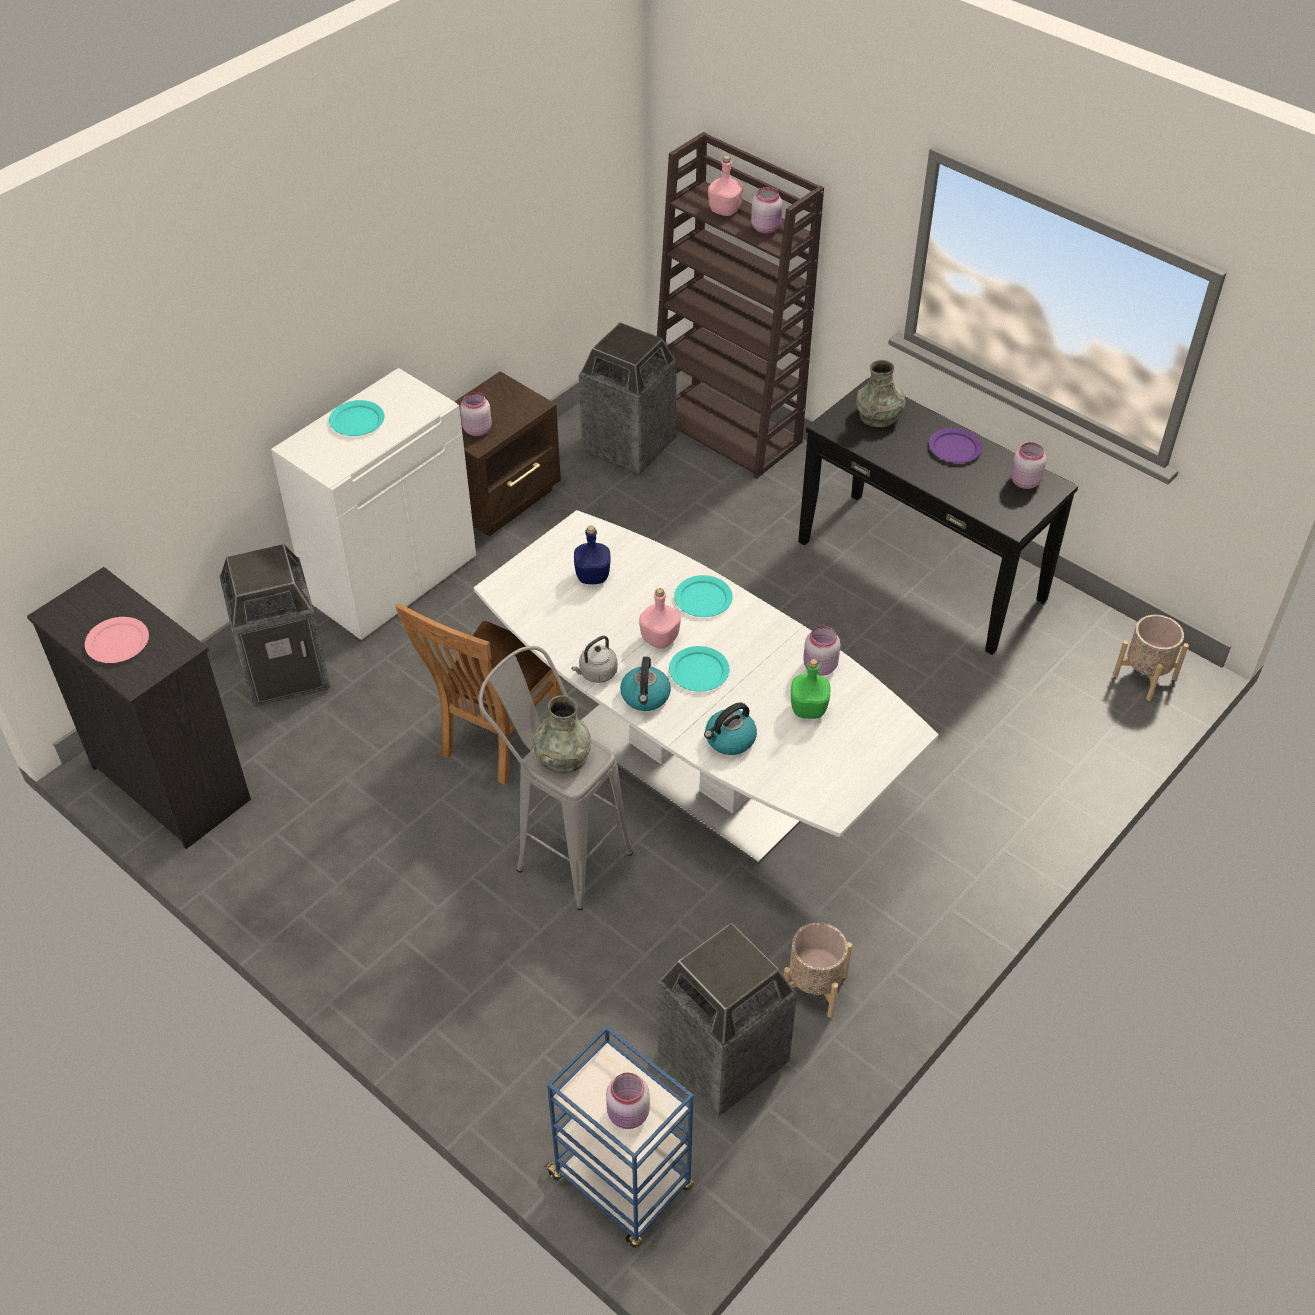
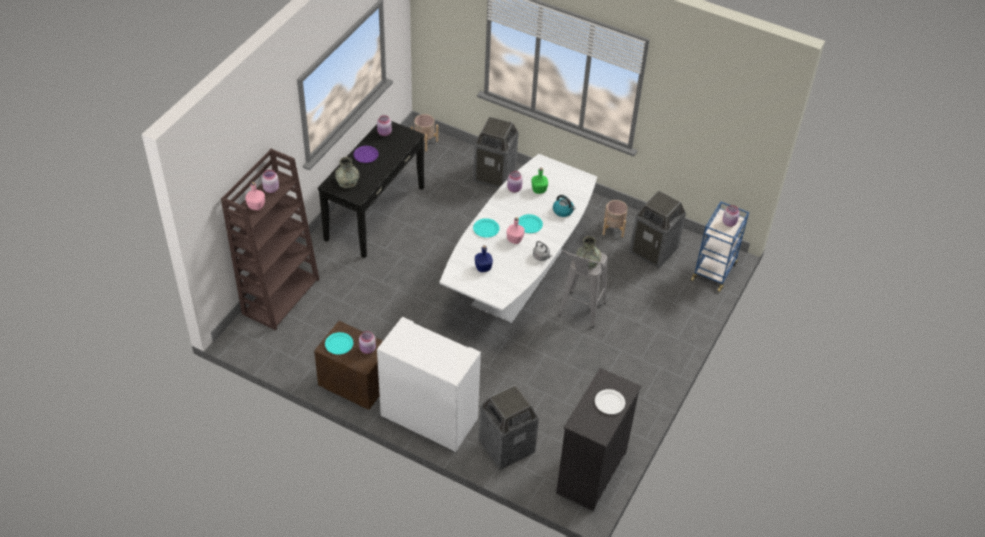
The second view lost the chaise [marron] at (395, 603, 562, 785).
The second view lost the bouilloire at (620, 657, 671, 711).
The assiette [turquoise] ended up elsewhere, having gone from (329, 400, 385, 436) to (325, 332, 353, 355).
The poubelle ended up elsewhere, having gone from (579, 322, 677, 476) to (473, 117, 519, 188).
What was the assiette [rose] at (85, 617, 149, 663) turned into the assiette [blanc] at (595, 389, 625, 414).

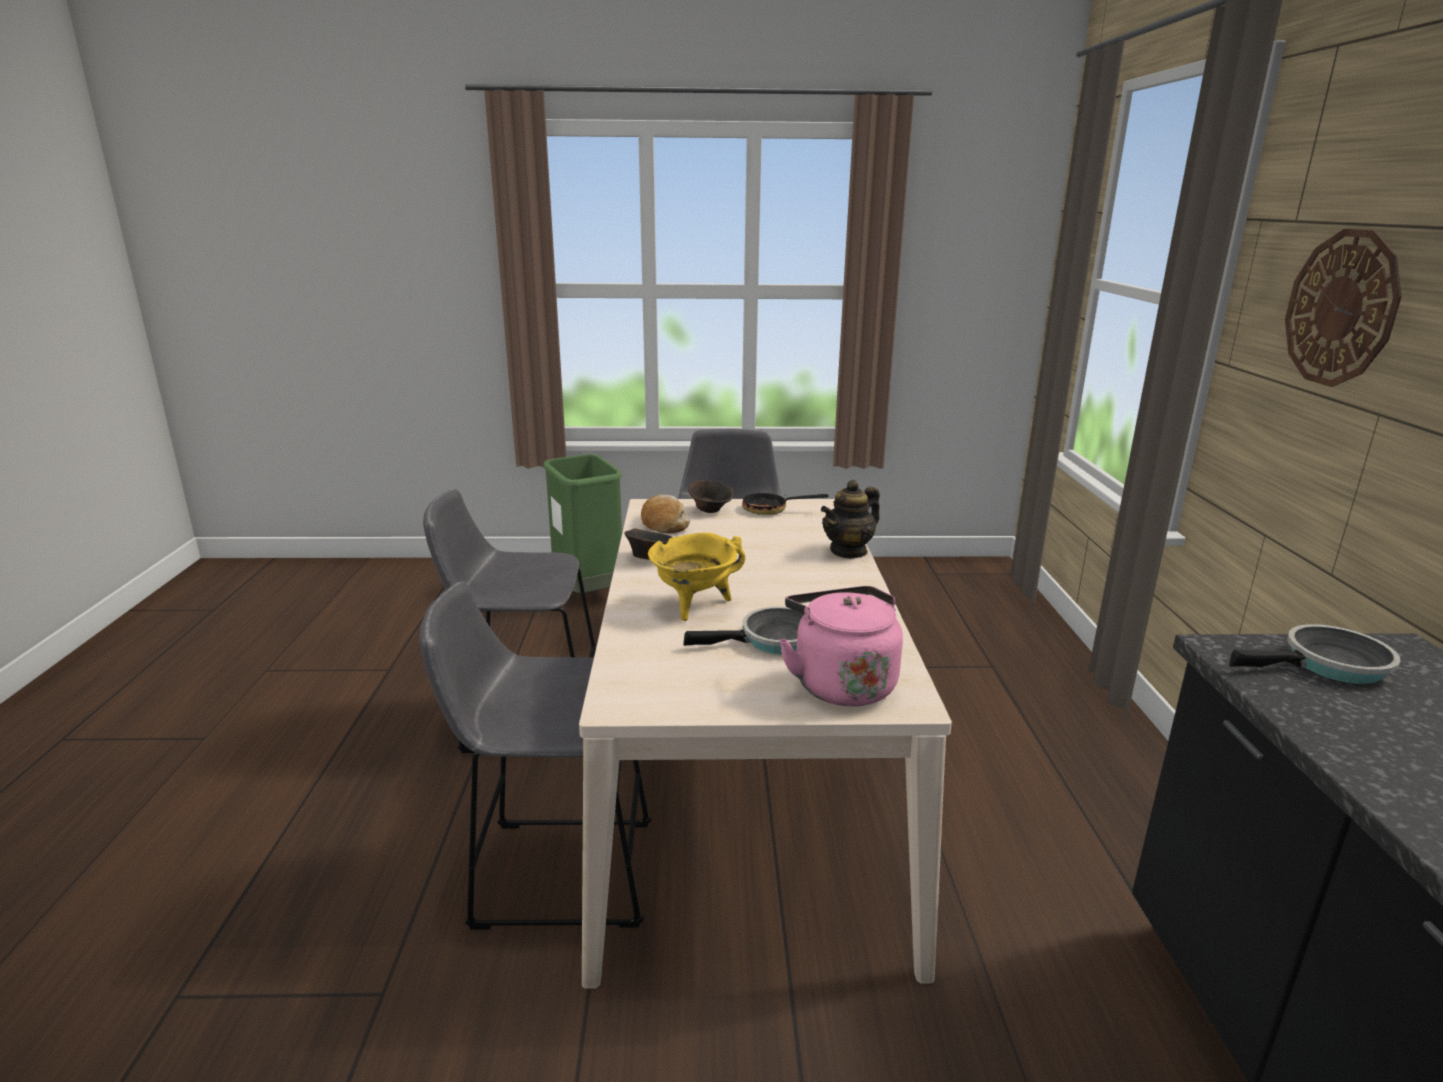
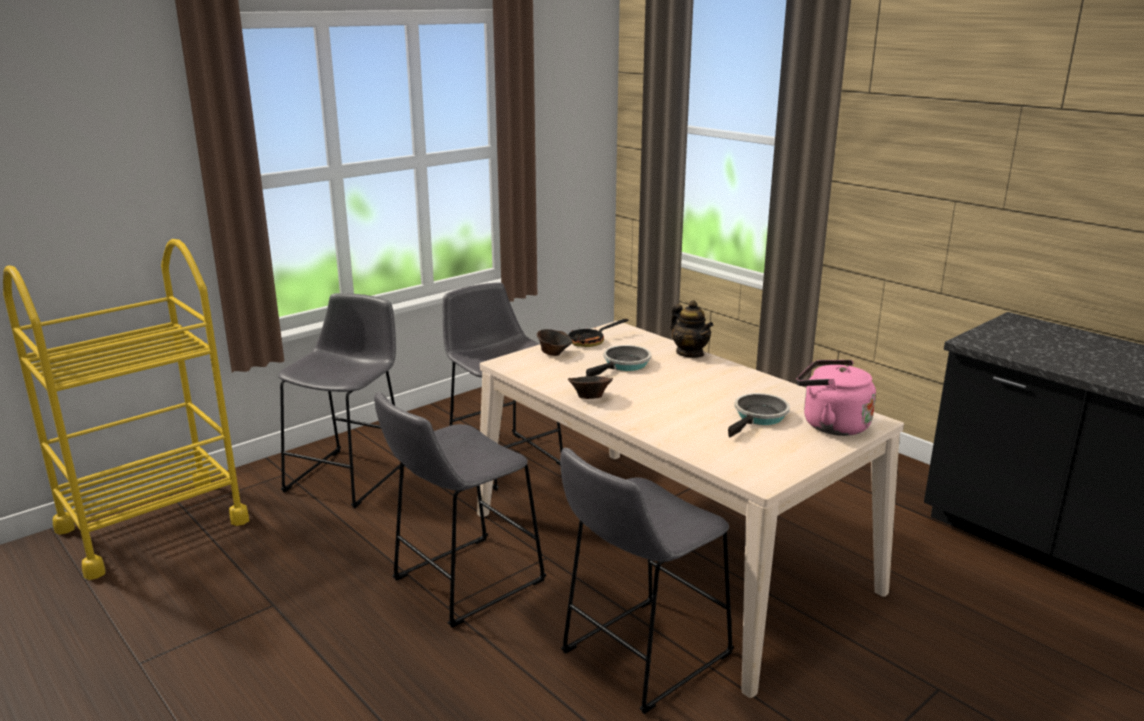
The second view lost the pain at (641, 494, 690, 534).
The second view lost the marmite [jaune] at (648, 532, 745, 621).
The second view lost the horloge murale at (1285, 229, 1402, 387).
The second view gained the chariot [jaune] at (3, 239, 249, 580).
The poêle ended up elsewhere, having gone from (1229, 624, 1401, 684) to (586, 345, 651, 376).
Where the poubelle [vert] stood at (543, 454, 622, 593), the tabouret [gris] came to stand at (278, 293, 400, 508).
The théière at (821, 480, 880, 559) ended up facing another way, 45 degrees counterclockwise from before.

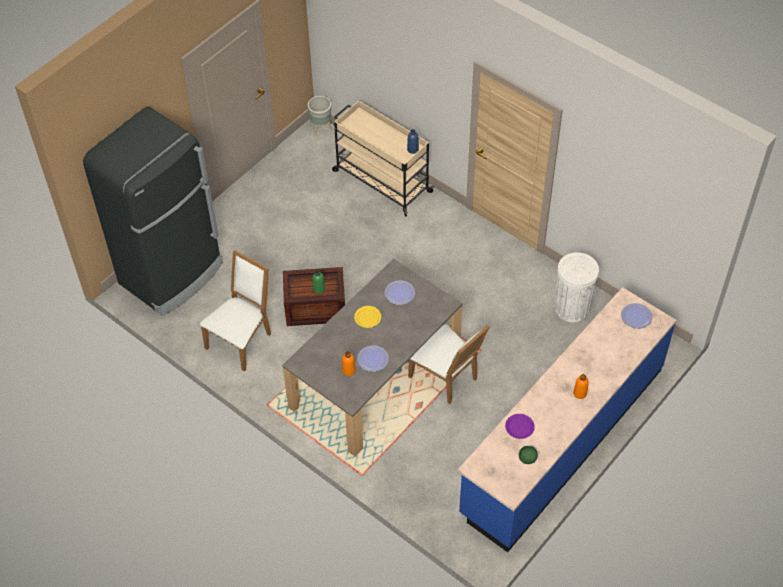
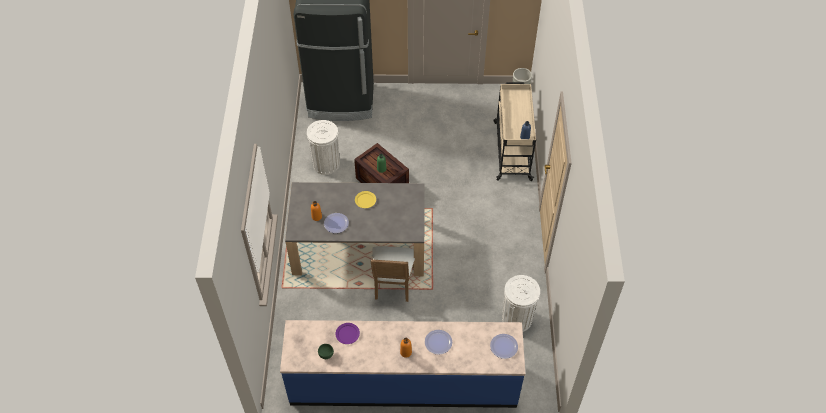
The assiette ended up elsewhere, having gone from (385, 280, 415, 305) to (425, 330, 452, 355).
Where the chaise [blanc] stood at (200, 250, 271, 372), the poubelle [blanc] came to stand at (307, 120, 340, 175).

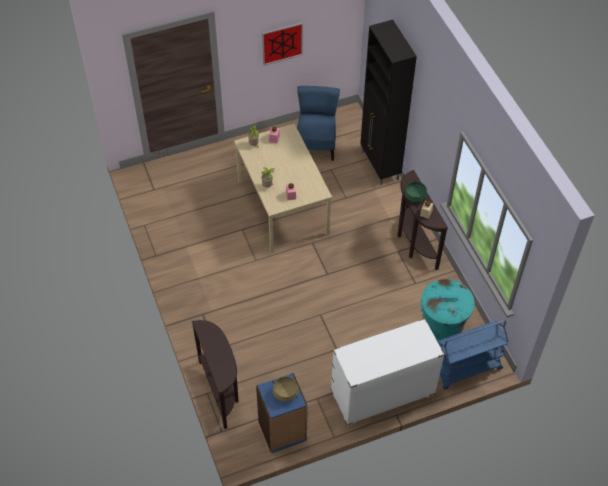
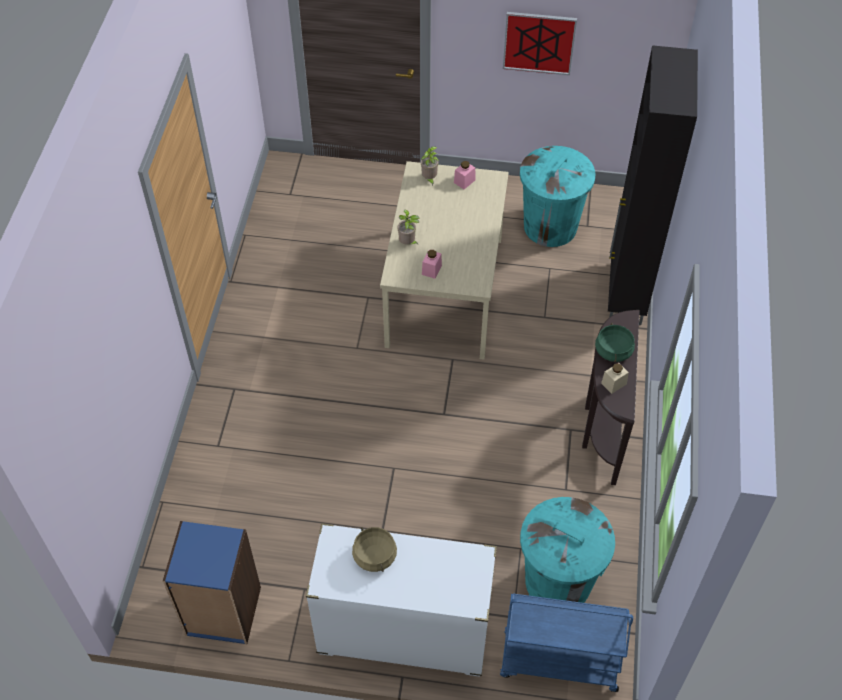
The second view lost the table console [marron] at (192, 320, 239, 429).
The marmite [beige] ended up elsewhere, having gone from (272, 376, 299, 402) to (352, 527, 397, 572).
Where the chaise [bleu] stood at (297, 86, 340, 161), the poubelle [turquoise] came to stand at (520, 146, 595, 247).

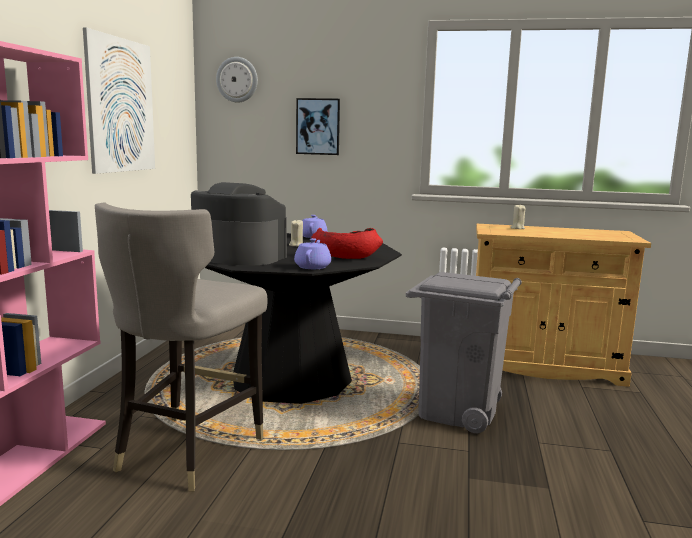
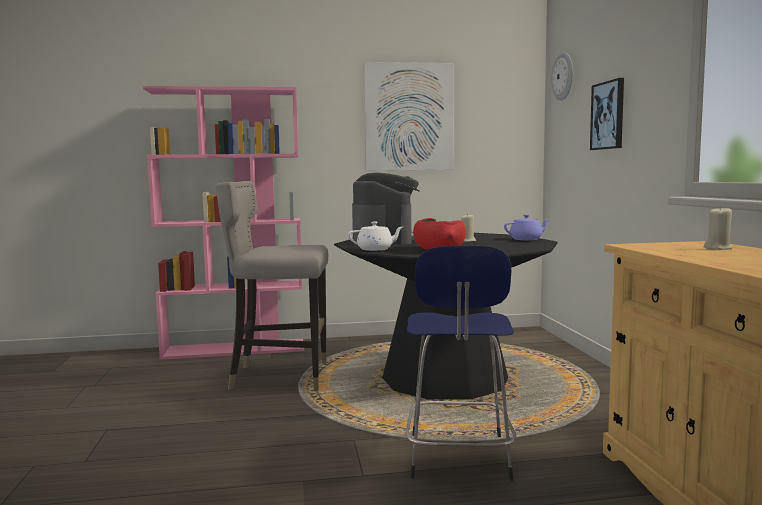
Where the poubelle [gris] stood at (406, 272, 522, 433), the tabouret [bleu] came to stand at (405, 246, 516, 481).
What was the théière [violet] at (294, 238, 331, 269) turned into the théière [blanc] at (348, 222, 403, 251).

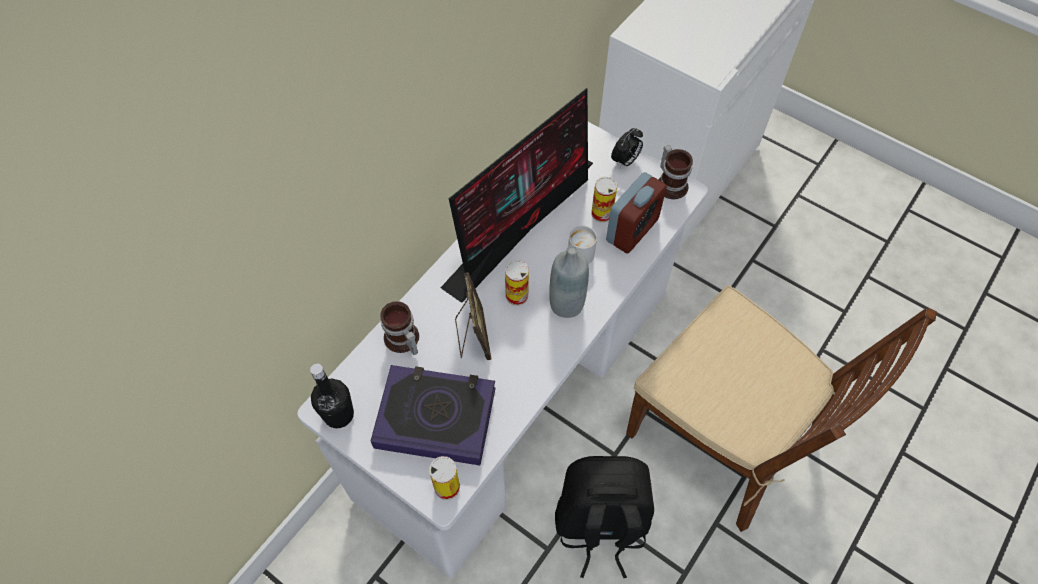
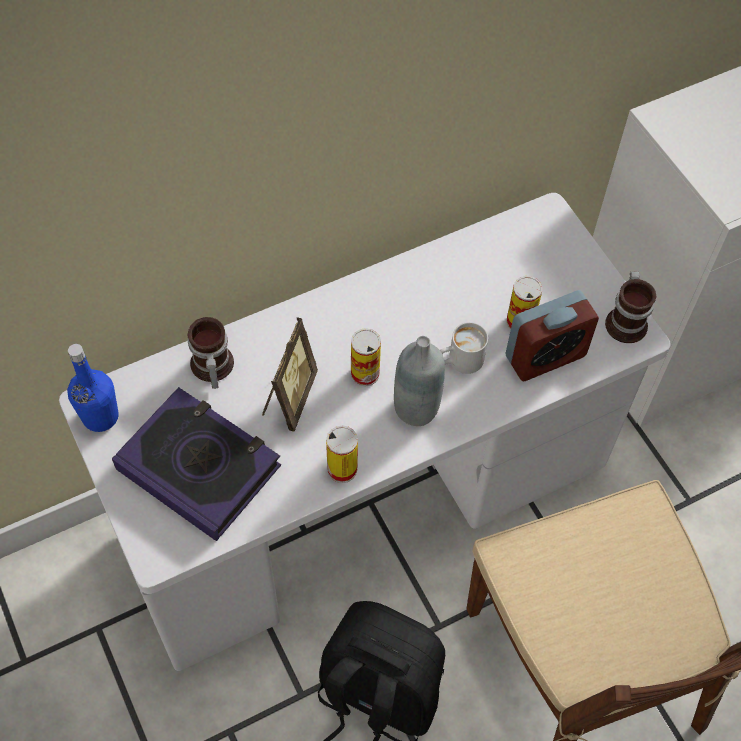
The second view lost the écran d'ordinateur at (441, 88, 593, 303).
The second view lost the réveil at (611, 128, 643, 168).
The boîte métallique ended up elsewhere, having gone from (429, 456, 460, 500) to (326, 425, 358, 483).
What was the bouteille [noir] at (310, 364, 354, 428) turned into the bouteille [bleu] at (67, 344, 119, 432).

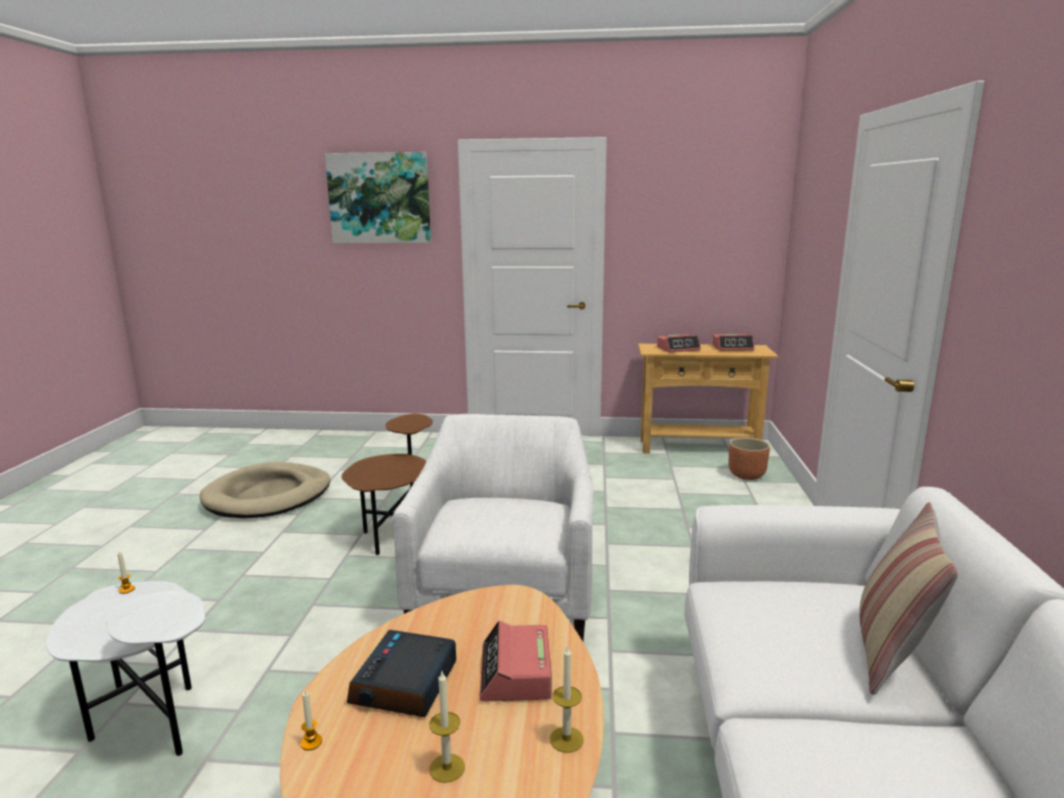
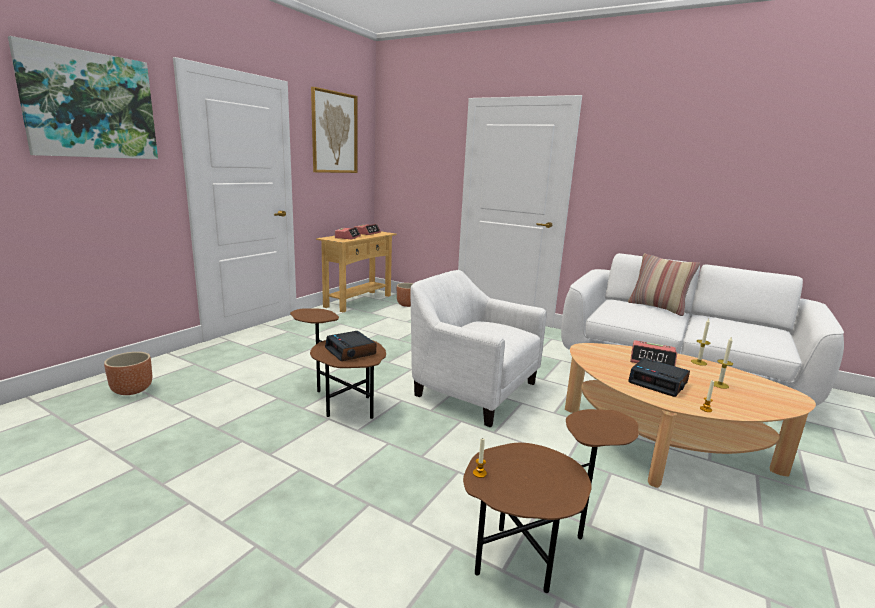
The second view lost the panier pour chien [beige] at (200, 462, 331, 518).
The second view gained the cache-pot [marron] at (104, 352, 152, 395).
The second view gained the tableau at (311, 87, 357, 173).
The second view gained the réveil at (325, 331, 376, 361).
What was the table d'appoint [blanc] at (45, 581, 205, 756) turned into the table d'appoint [marron] at (463, 409, 639, 593).

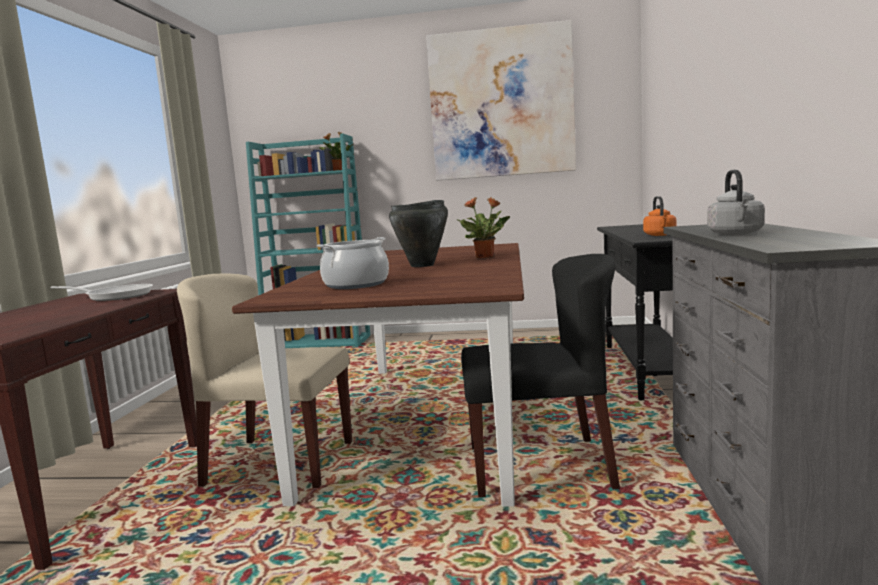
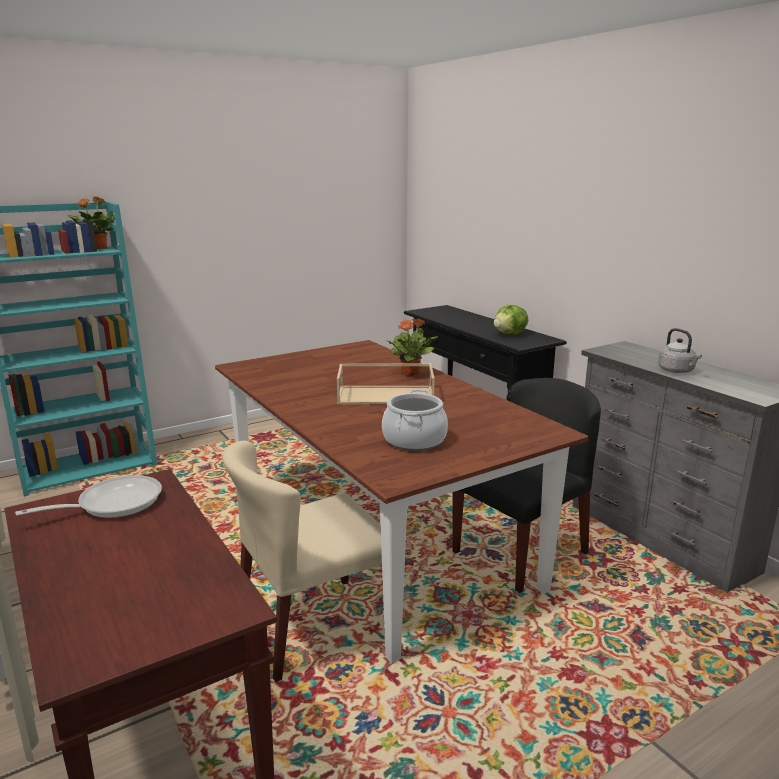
The second view lost the tableau at (426, 20, 576, 181).
Where the marmite [noir] stood at (389, 200, 448, 267), the plateau [beige] came to stand at (337, 363, 435, 405).
Where the bouilloire [orange] stood at (643, 196, 676, 236), the laitue came to stand at (494, 305, 528, 334).

